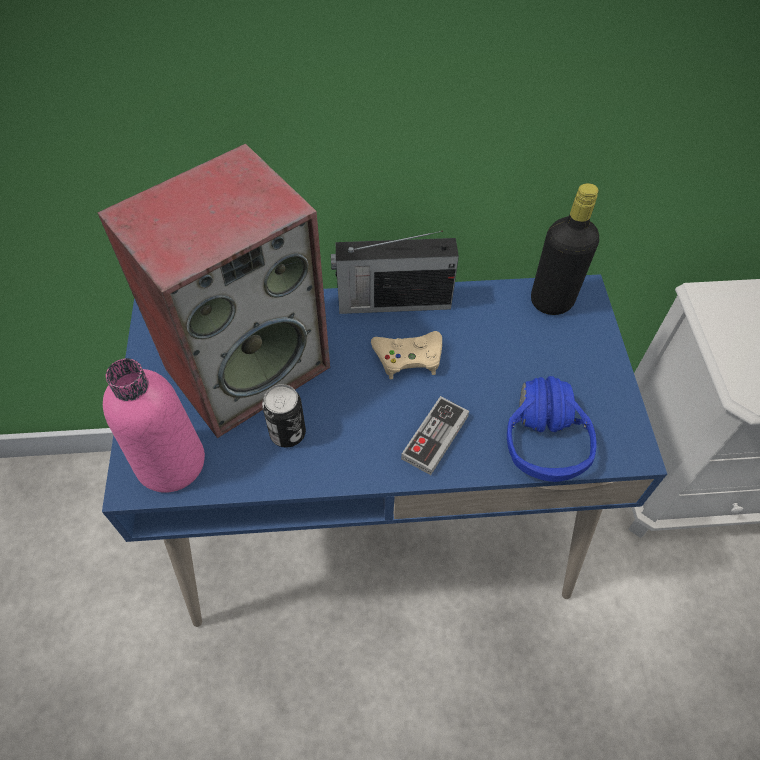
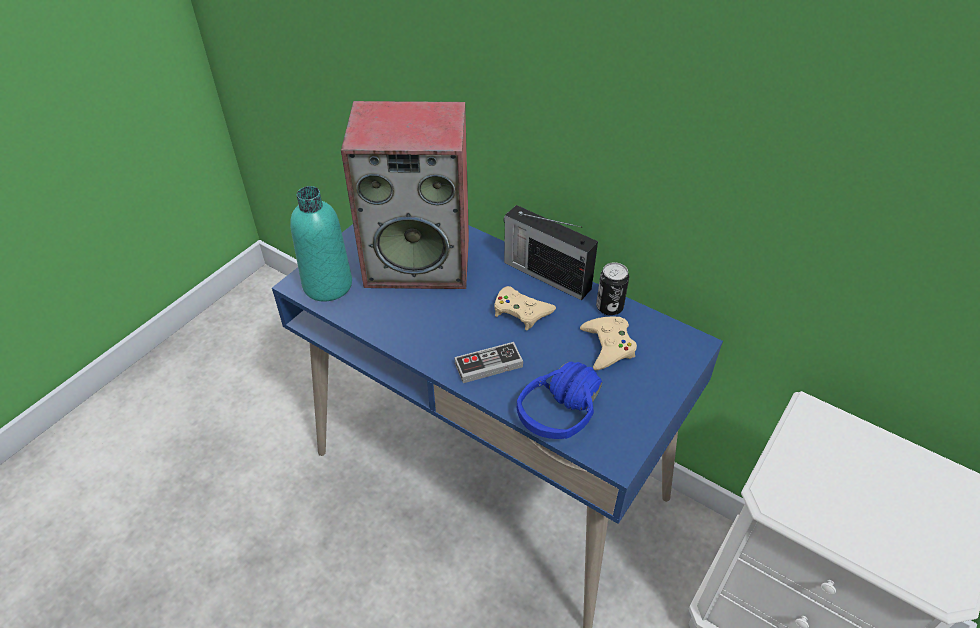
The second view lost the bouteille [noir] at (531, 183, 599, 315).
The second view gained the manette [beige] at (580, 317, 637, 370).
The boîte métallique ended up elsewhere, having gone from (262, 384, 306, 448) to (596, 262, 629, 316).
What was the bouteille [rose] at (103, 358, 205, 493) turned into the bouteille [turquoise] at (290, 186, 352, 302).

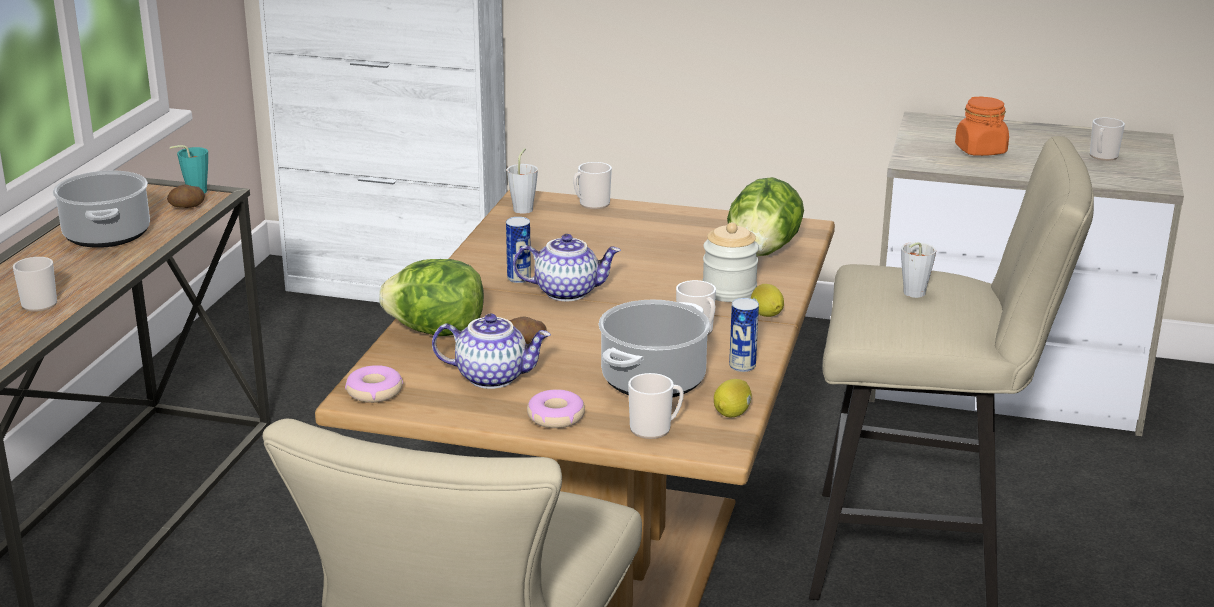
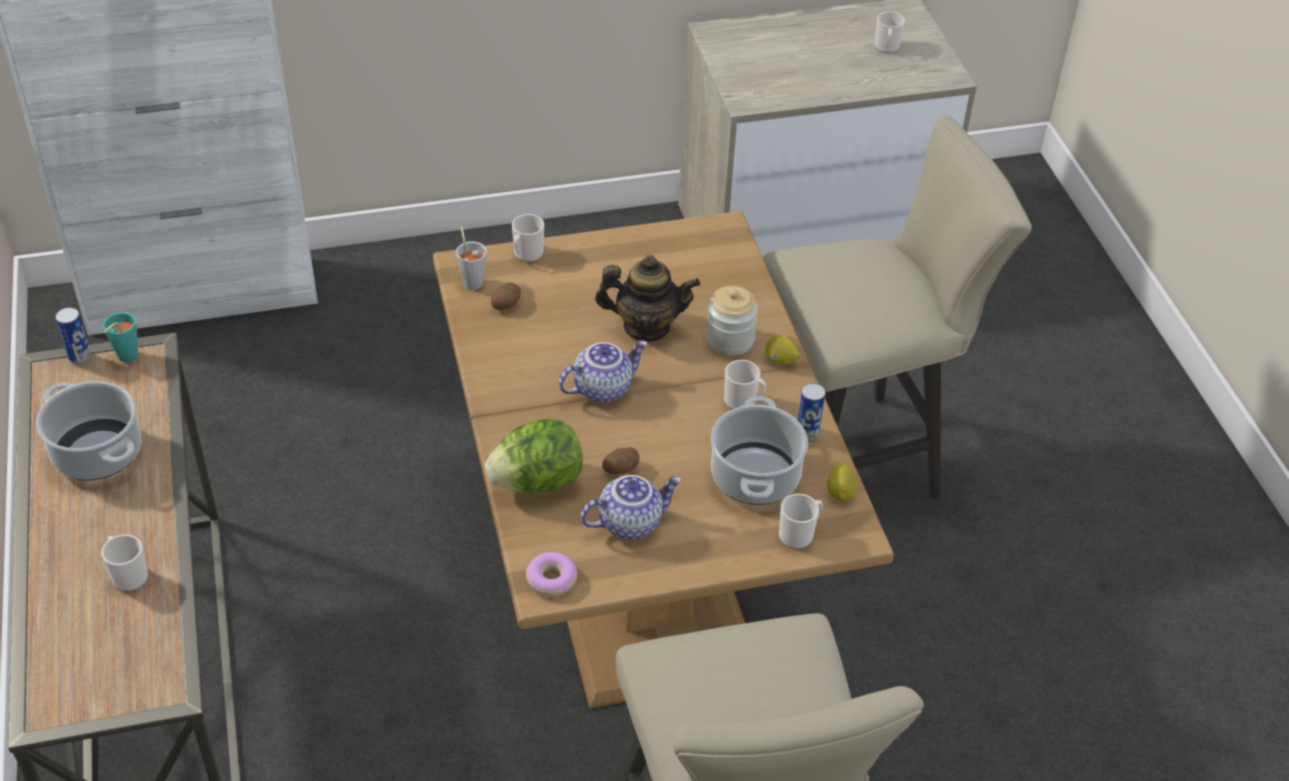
The second view lost the beignet at (527, 389, 585, 428).
The second view lost the laitue at (727, 177, 804, 256).
The second view lost the tasse [gris] at (901, 242, 936, 298).
The second view lost the bocal [orange] at (955, 96, 1009, 156).
The second view gained the théière at (595, 255, 700, 342).
The pomme de terre ended up elsewhere, having gone from (167, 184, 205, 208) to (491, 283, 521, 310).
The boîte métallique ended up elsewhere, having gone from (506, 217, 531, 283) to (55, 307, 91, 364).

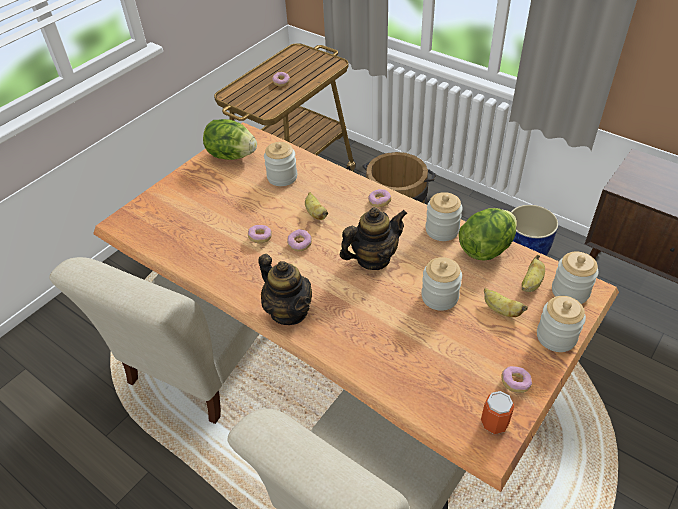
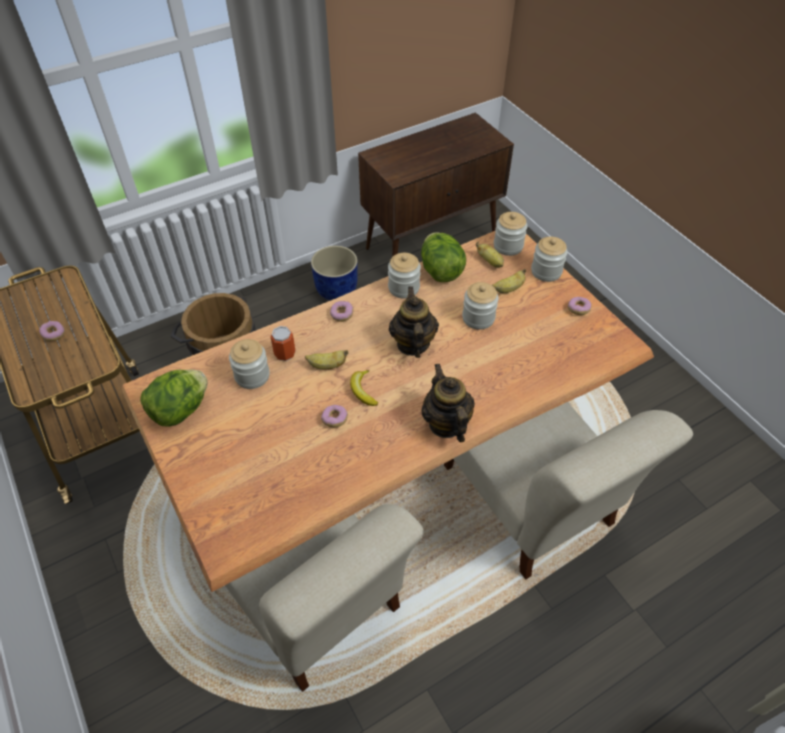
The boîte métallique ended up elsewhere, having gone from (481, 391, 514, 434) to (271, 326, 296, 361).
Where the beignet stood at (287, 229, 312, 252), the banane came to stand at (350, 370, 378, 406).
The théière at (258, 254, 312, 325) ended up facing another way, 90 degrees counterclockwise from before.

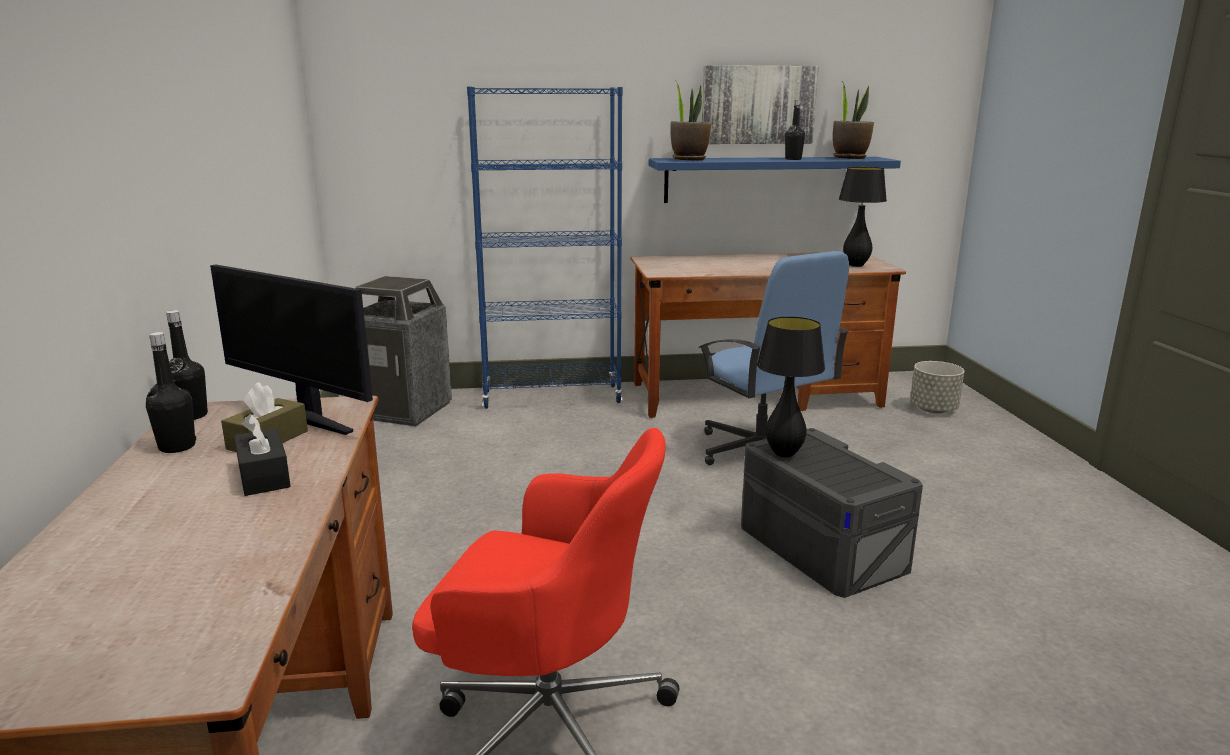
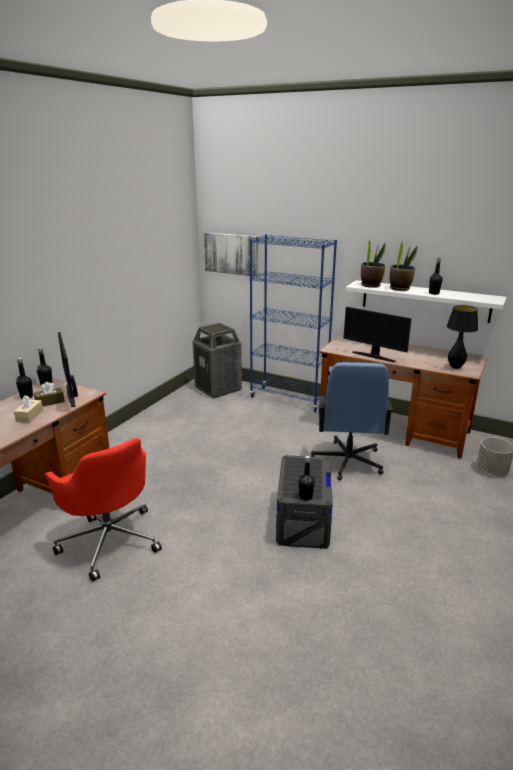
The second view lost the lampe de table [noir] at (757, 317, 825, 457).
The second view gained the bouteille [noir] at (298, 456, 315, 501).
The second view gained the écran d'ordinateur at (343, 307, 412, 362).
The tableau ended up elsewhere, having gone from (702, 65, 819, 144) to (204, 232, 258, 277).
The plante en pot ended up elsewhere, having gone from (833, 81, 874, 159) to (390, 241, 418, 291).
What was the boîte à mouchoirs [noir] at (234, 414, 291, 496) turned into the boîte à mouchoirs [beige] at (14, 395, 43, 423).
What was the étagère [bleu] at (649, 157, 901, 203) turned into the étagère [blanc] at (346, 280, 506, 323).

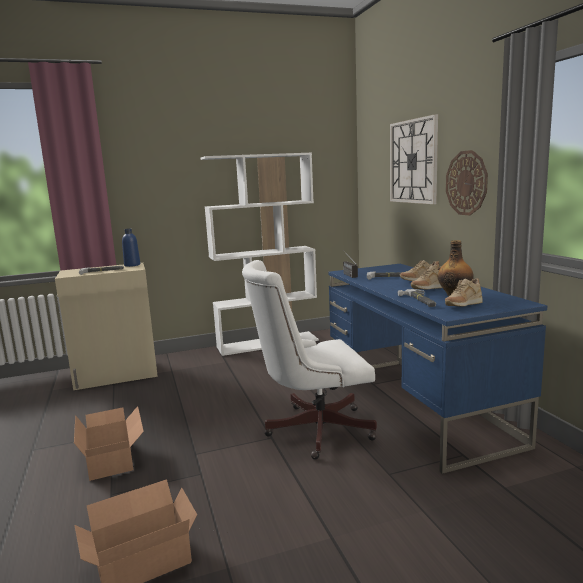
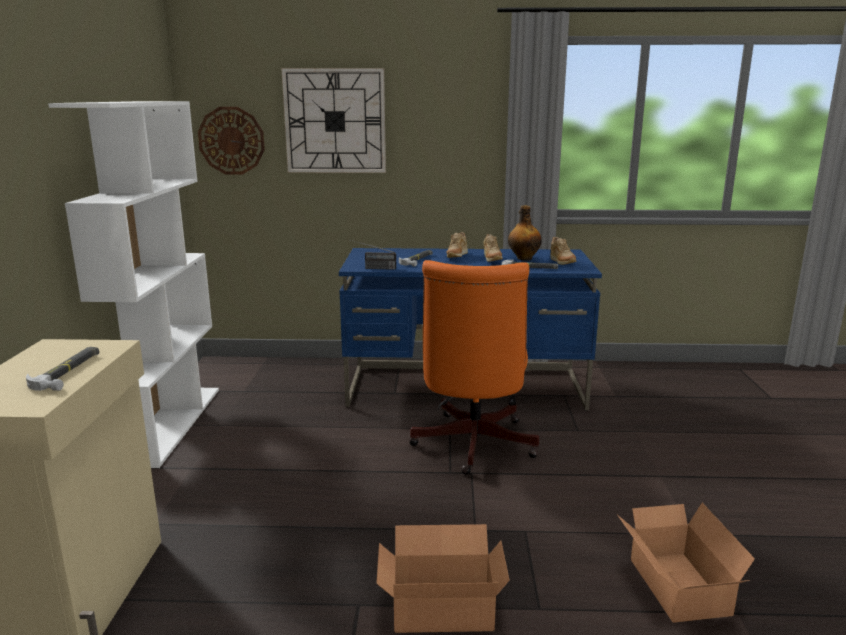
The second view lost the bouteille [bleu] at (122, 229, 140, 267).
The horloge murale ended up elsewhere, having gone from (446, 150, 488, 216) to (198, 107, 265, 175).
What was the chaise de bureau [blanc] at (242, 260, 377, 460) turned into the chaise de bureau [orange] at (409, 260, 539, 475).

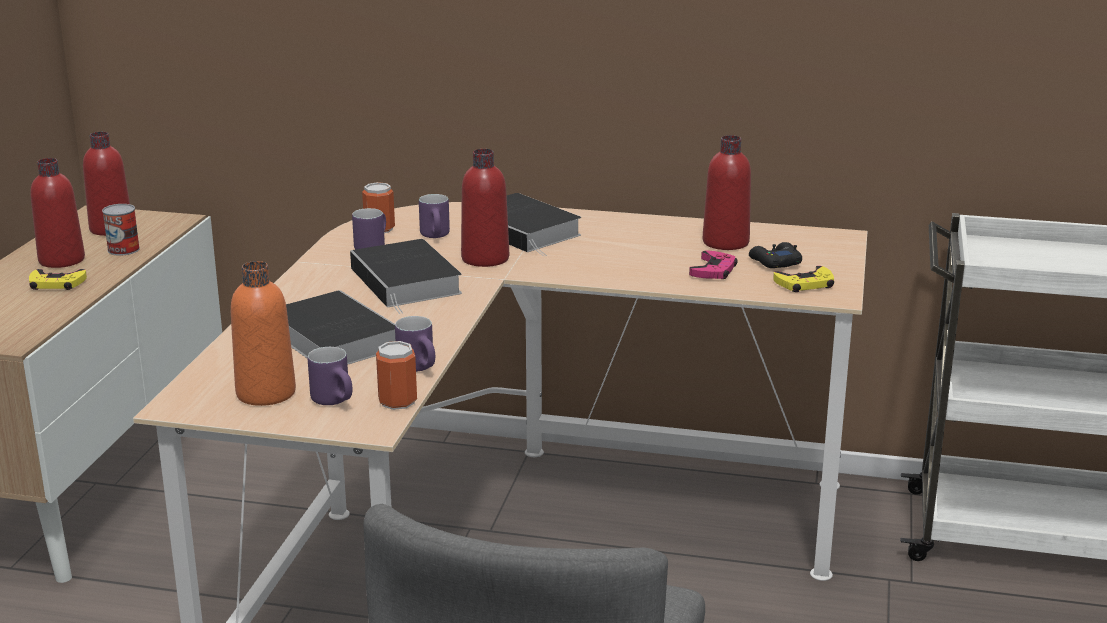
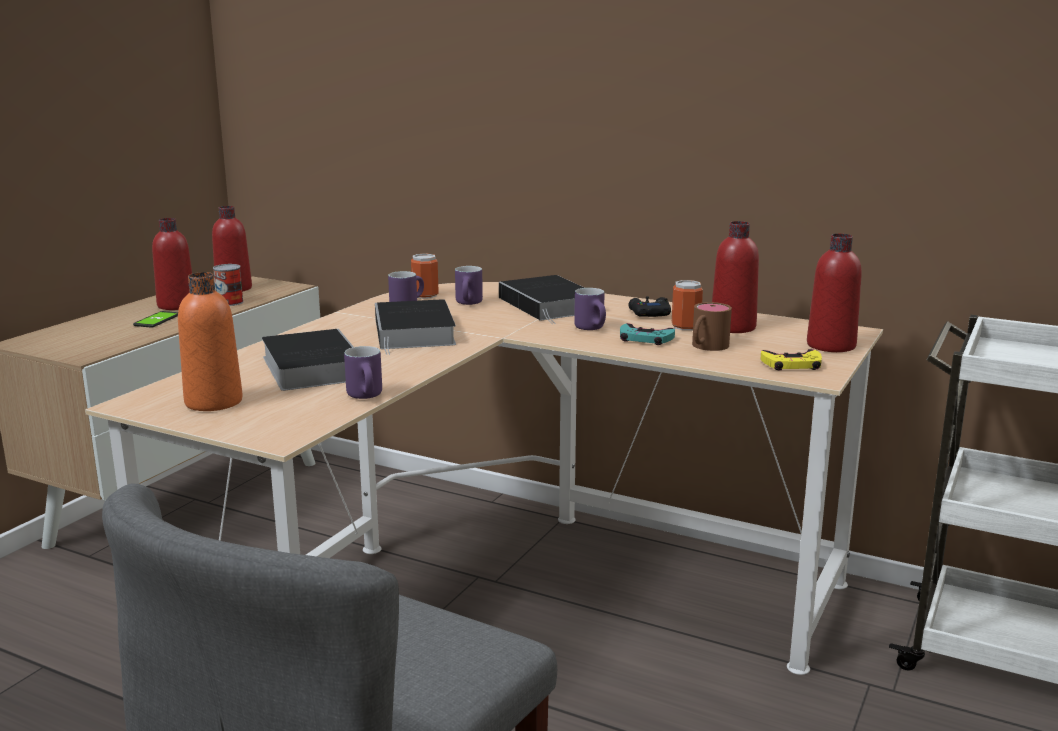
The second view gained the manette [turquoise] at (620, 323, 675, 345).
The mug [violet] ended up elsewhere, having gone from (308, 347, 352, 405) to (574, 288, 606, 330).
The boîte métallique ended up elsewhere, having gone from (376, 341, 417, 410) to (672, 280, 703, 330).
The bouteille [rouge] ended up elsewhere, having gone from (461, 149, 509, 267) to (807, 234, 862, 352).
The manette [noir] ended up elsewhere, having gone from (749, 242, 802, 268) to (628, 296, 671, 317).
Where the manette [jaune] stood at (29, 269, 87, 290), the téléphone came to stand at (133, 311, 178, 328).
Where the manette [rose] stood at (689, 251, 738, 279), the mug [marron] came to stand at (692, 302, 732, 351).

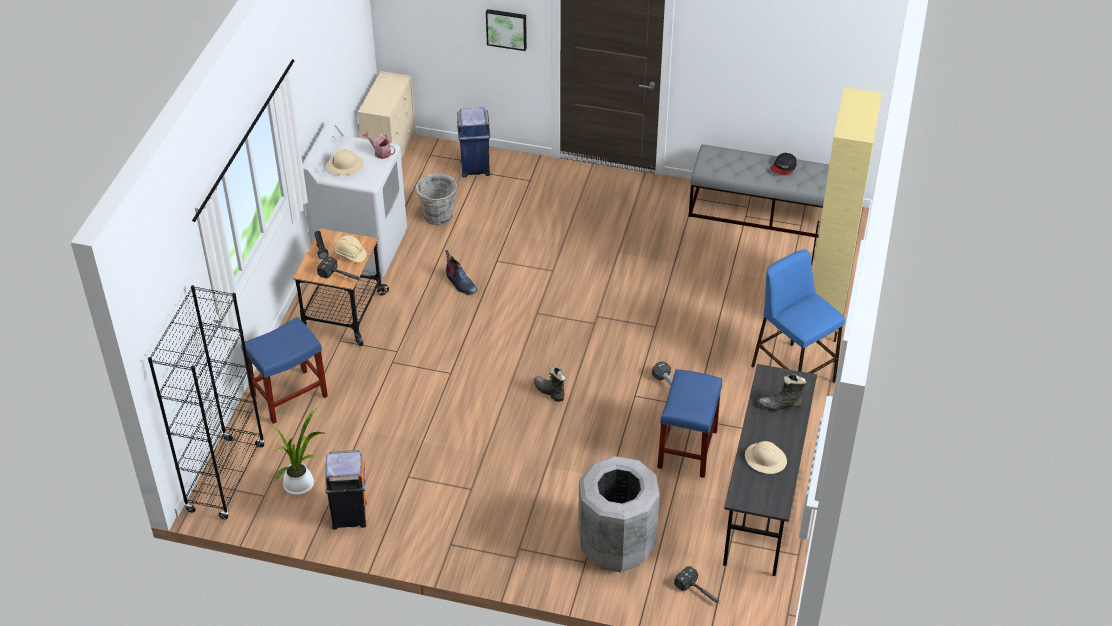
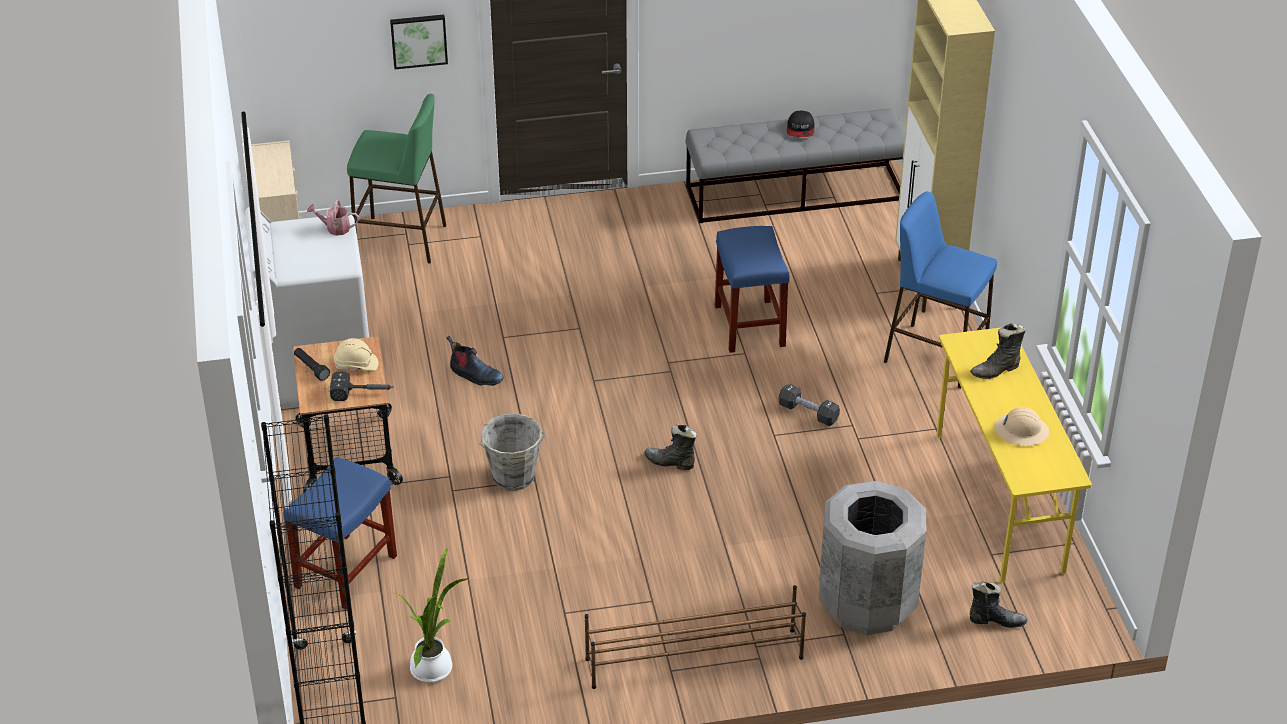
The second view lost the poubelle [orange] at (325, 450, 367, 529).
The second view lost the casque de chantier [beige] at (327, 149, 364, 175).
The second view gained the étagère à chaussures [marron] at (585, 585, 806, 689).
The seau [gris] ended up elsewhere, having gone from (413, 173, 457, 225) to (479, 413, 545, 491).
The tabouret [bleu] ended up elsewhere, having gone from (657, 369, 722, 478) to (715, 226, 790, 353).
Where the poubelle [bleu] stood at (457, 108, 490, 177), the tabouret [vert] came to stand at (347, 94, 446, 263).
Where the marteau stood at (674, 566, 721, 604), the botte [noir] came to stand at (970, 582, 1027, 628).
What was the bureau [gris] at (723, 364, 817, 576) turned into the bureau [jaune] at (936, 327, 1092, 583).

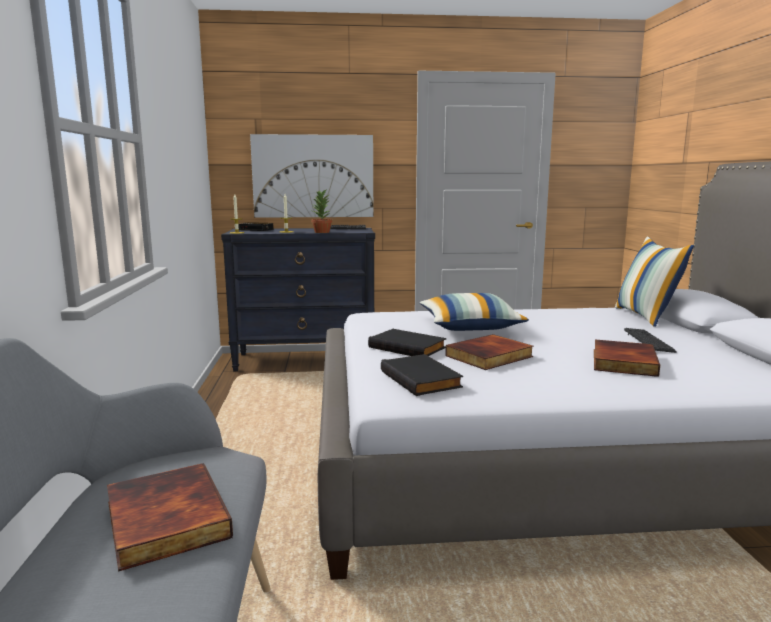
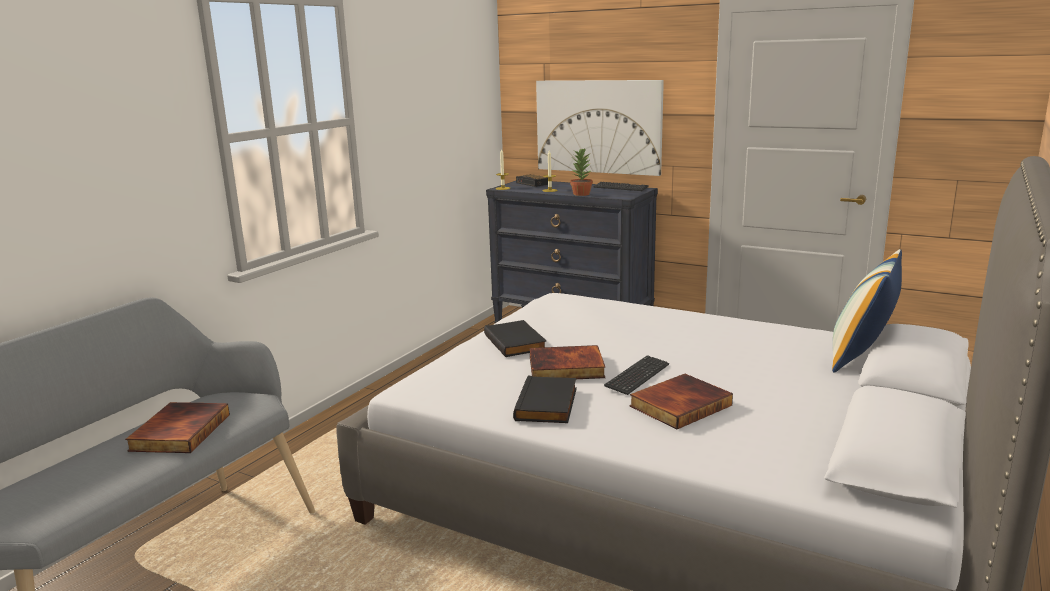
The second view lost the coussin at (420, 293, 529, 331).
The livre [noir] ended up elsewhere, having gone from (381, 354, 463, 396) to (513, 376, 577, 423).
The clavier ended up elsewhere, having gone from (624, 328, 677, 353) to (604, 356, 669, 395).

